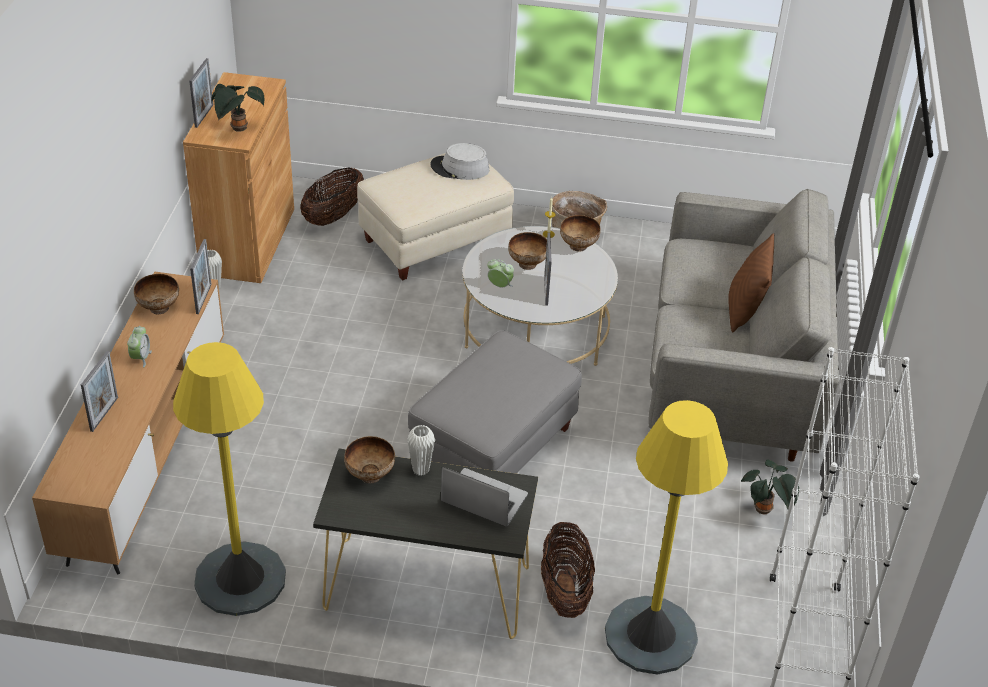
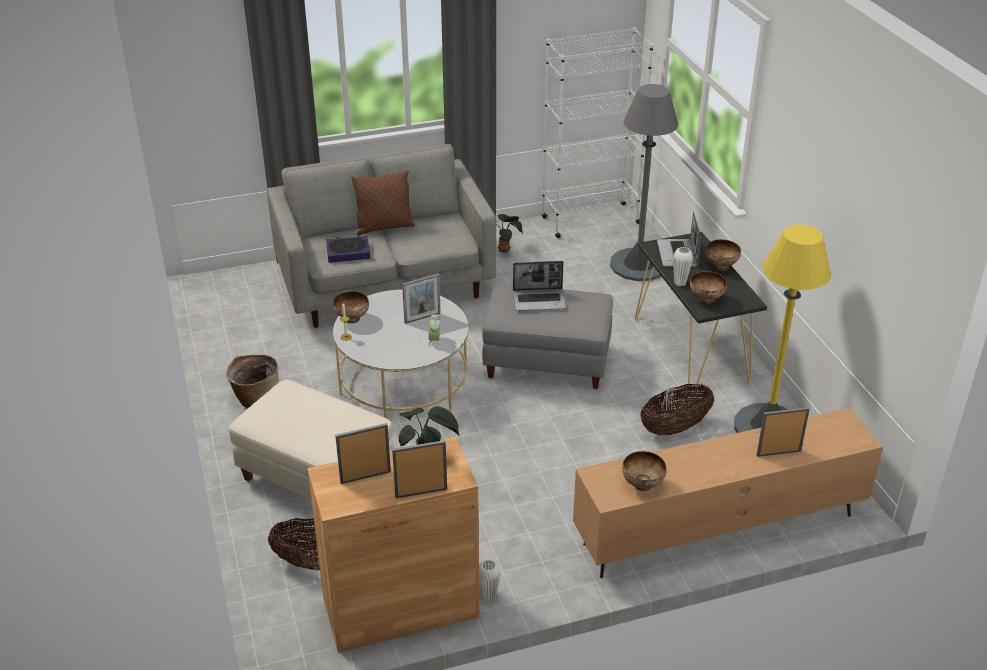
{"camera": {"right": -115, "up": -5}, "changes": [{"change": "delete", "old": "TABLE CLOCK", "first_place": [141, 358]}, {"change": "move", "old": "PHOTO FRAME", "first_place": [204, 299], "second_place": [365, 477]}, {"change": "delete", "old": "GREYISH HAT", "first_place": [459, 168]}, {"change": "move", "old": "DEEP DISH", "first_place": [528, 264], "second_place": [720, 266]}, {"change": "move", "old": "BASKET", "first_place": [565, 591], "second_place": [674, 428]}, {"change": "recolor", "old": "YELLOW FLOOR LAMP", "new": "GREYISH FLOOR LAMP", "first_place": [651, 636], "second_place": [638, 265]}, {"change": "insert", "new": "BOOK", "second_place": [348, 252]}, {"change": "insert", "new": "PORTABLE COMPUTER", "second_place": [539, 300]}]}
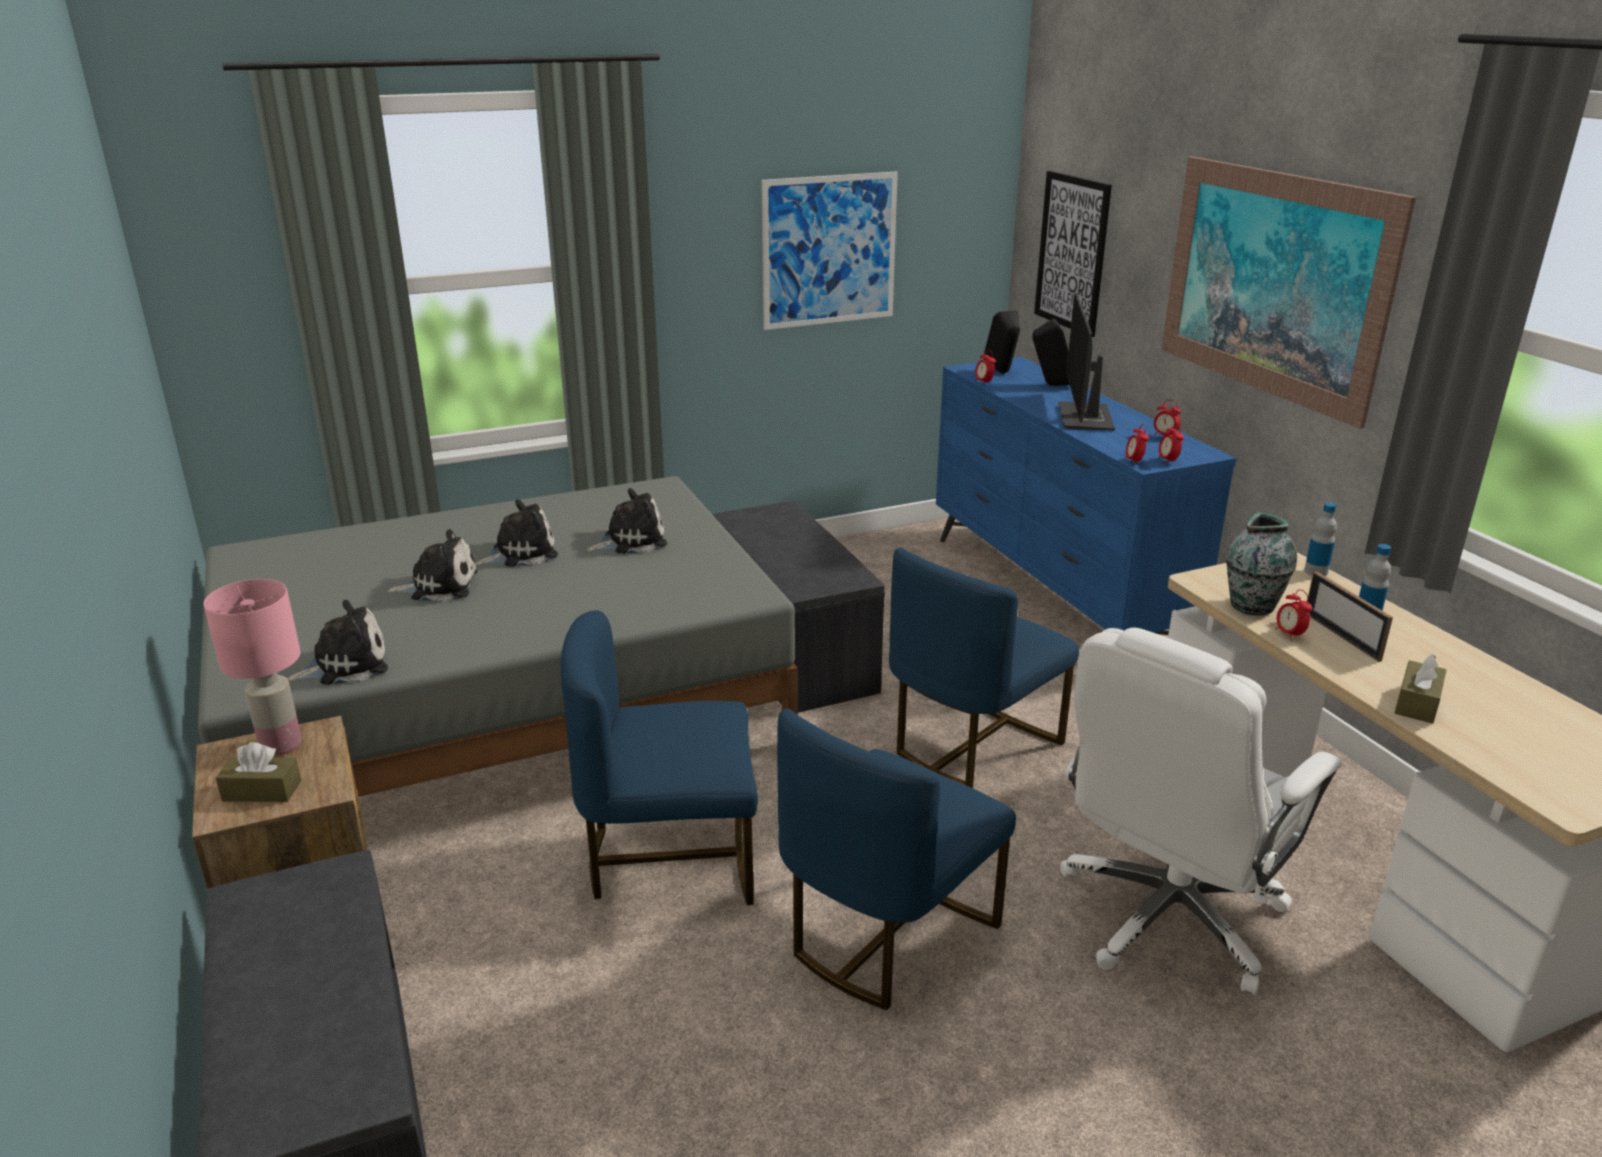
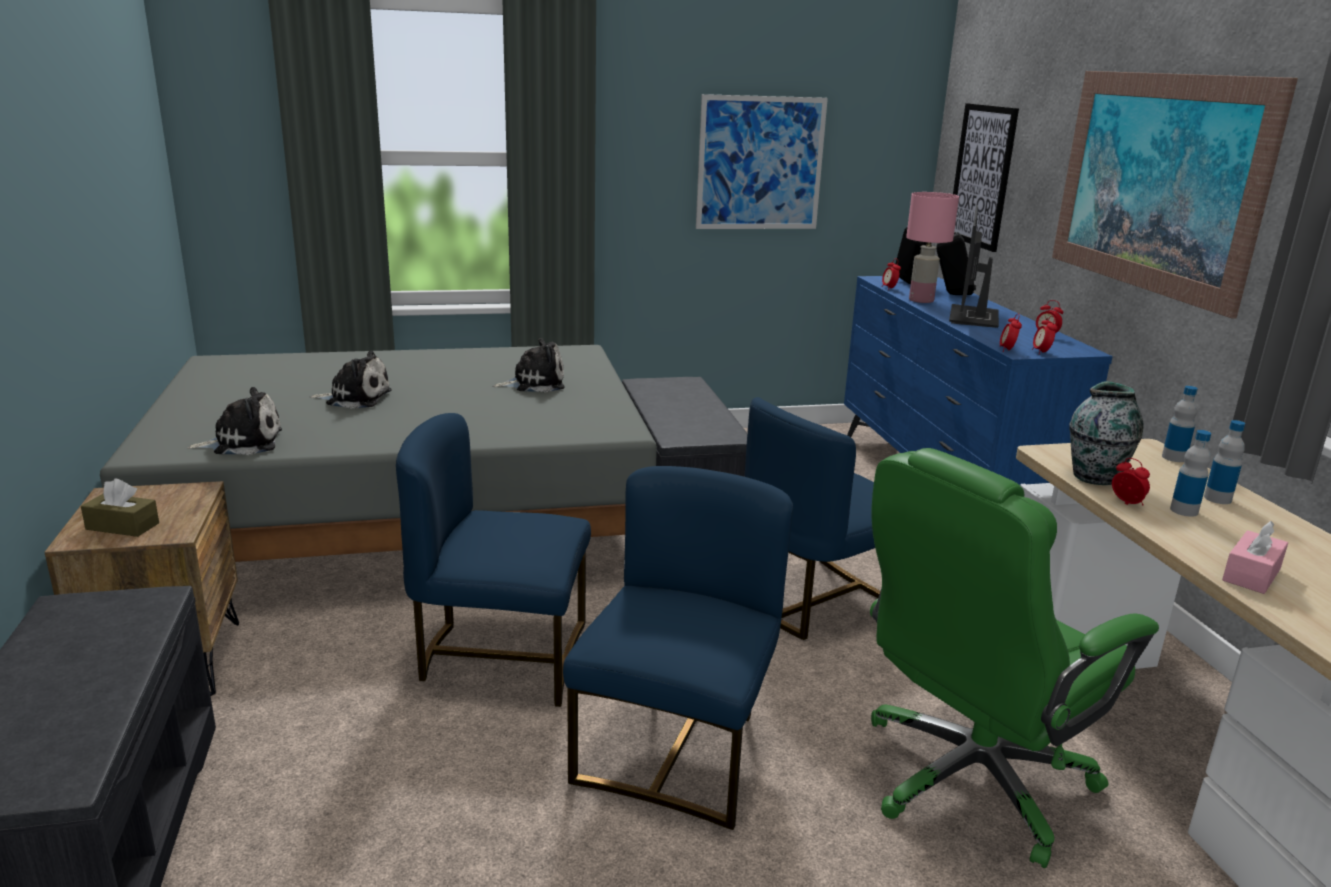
{"camera": {"right": 10, "up": -5}, "changes": [{"change": "move", "old": "PINK LAMP FOR A TABLE", "first_place": [280, 746], "second_place": [921, 300]}, {"change": "delete", "old": "SOFT TOY", "first_place": [520, 553]}, {"change": "rotate", "old": "BLUE-COLOURED CHAIR", "first_place": [886, 934], "second_place": [677, 751], "degrees": 150}, {"change": "recolor", "old": "WHITISH OFFICE CHAIR", "new": "GREEN-COLOURED OFFICE CHAIR", "first_place": [1168, 917], "second_place": [971, 779]}, {"change": "rotate", "old": "TABLE CLOCK", "first_place": [1289, 634], "second_place": [1127, 503], "degrees": 150}, {"change": "replace", "old": "PHOTO FRAME", "new": "BEVERAGE BOTTLE", "first_place": [1341, 636], "second_place": [1184, 510]}, {"change": "recolor", "old": "BROWN BOX OF TISSUES", "new": "PINK BOX OF TISSUES", "first_place": [1417, 703], "second_place": [1251, 574]}]}
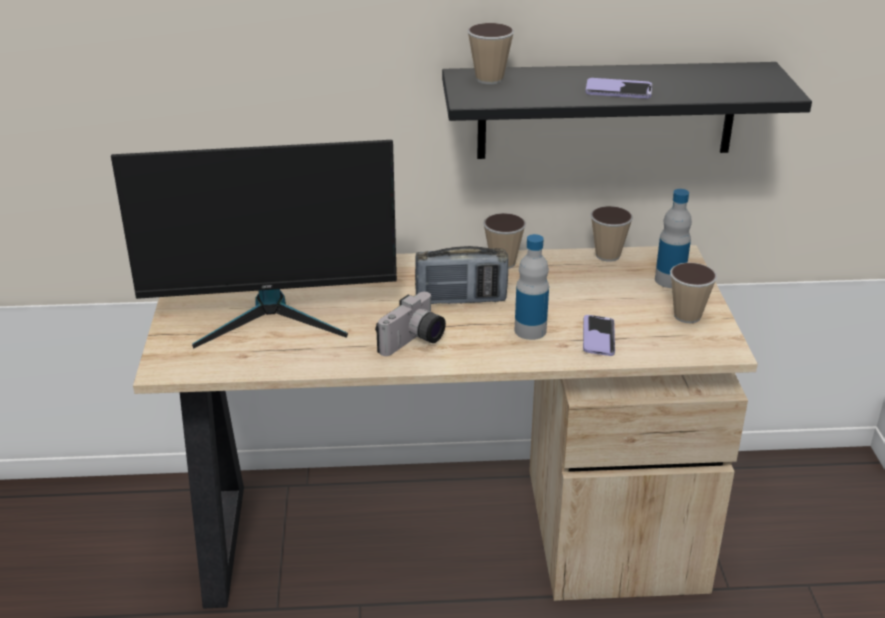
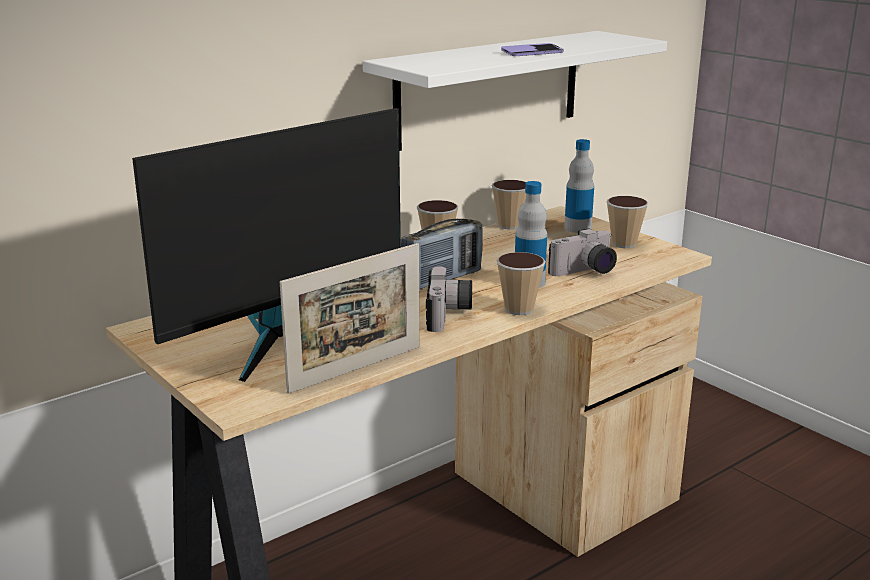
{"camera": {"right": -35, "up": -10}, "changes": [{"change": "recolor", "old": "BLACK BRACKET SHELF", "new": "WHITISH BRACKET SHELF", "first_place": [606, 110], "second_place": [489, 89]}, {"change": "move", "old": "DRINKING CUP", "first_place": [489, 79], "second_place": [519, 309]}, {"change": "replace", "old": "PHONE", "new": "STILL CAMERA", "first_place": [598, 337], "second_place": [585, 272]}, {"change": "insert", "new": "PHOTO FRAME", "second_place": [356, 369]}]}
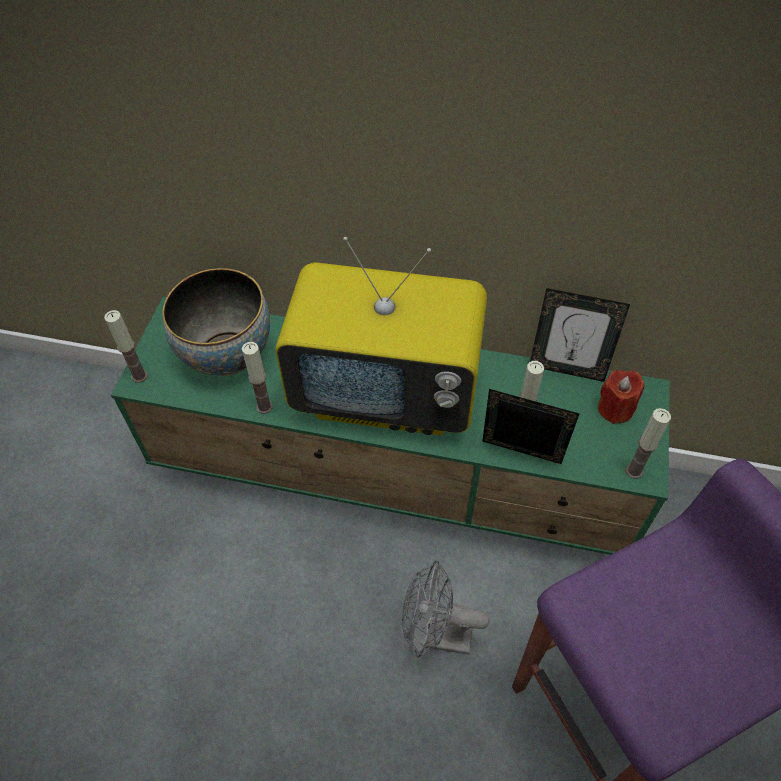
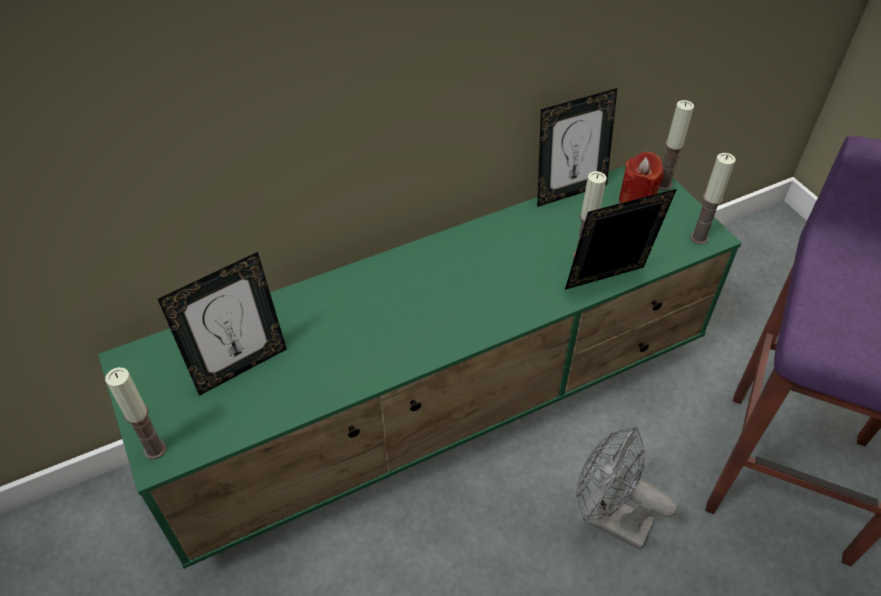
{"camera": {"right": -40, "up": -5}, "changes": [{"change": "replace", "old": "DEEP DISH", "new": "PHOTO FRAME", "first_place": [227, 355], "second_place": [240, 366]}, {"change": "move", "old": "CANDLE", "first_place": [264, 406], "second_place": [663, 184]}, {"change": "delete", "old": "TELEVISION", "first_place": [388, 394]}, {"change": "rotate", "old": "GREYISH COOLING FAN", "first_place": [435, 635], "second_place": [608, 518], "degrees": 60}]}
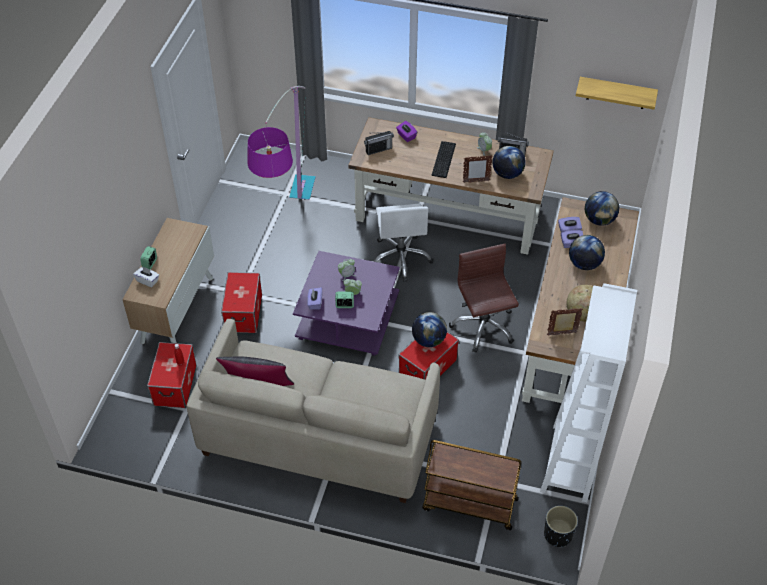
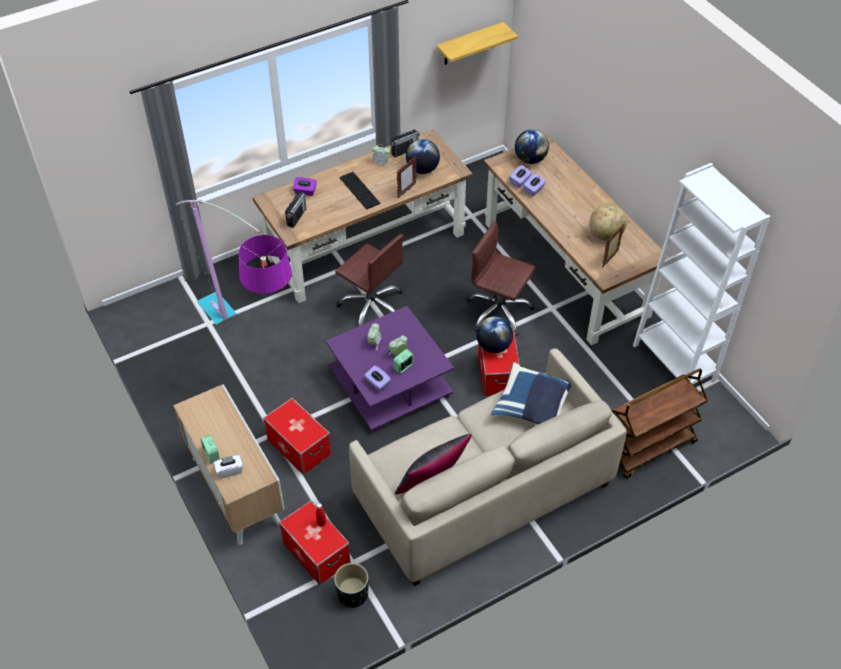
{"camera": {"right": -45, "up": 0}, "changes": [{"change": "recolor", "old": "WHITISH OFFICE CHAIR", "new": "BROWN OFFICE CHAIR", "first_place": [401, 257], "second_place": [372, 306]}, {"change": "move", "old": "BLACK FLOWER POT", "first_place": [558, 535], "second_place": [353, 594]}, {"change": "delete", "old": "WORLD GLOBE", "first_place": [584, 264]}, {"change": "insert", "new": "BLUE-COLOURED CUSHION", "second_place": [532, 406]}]}
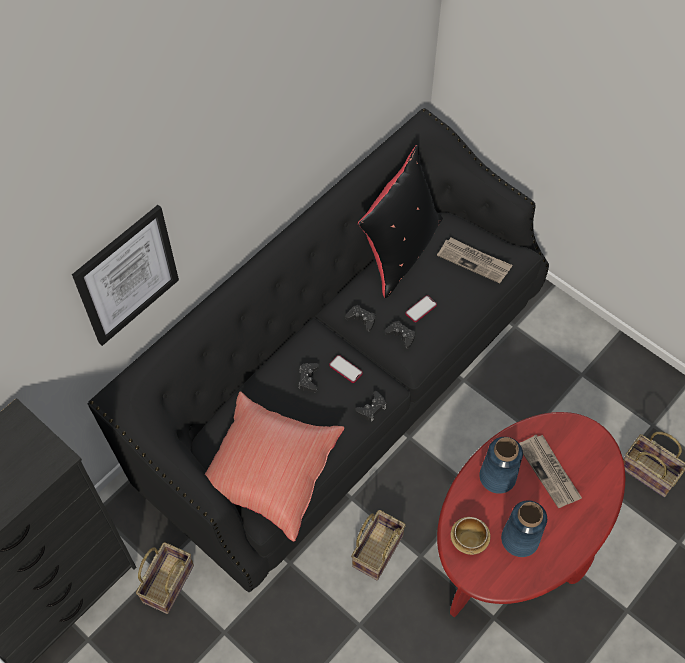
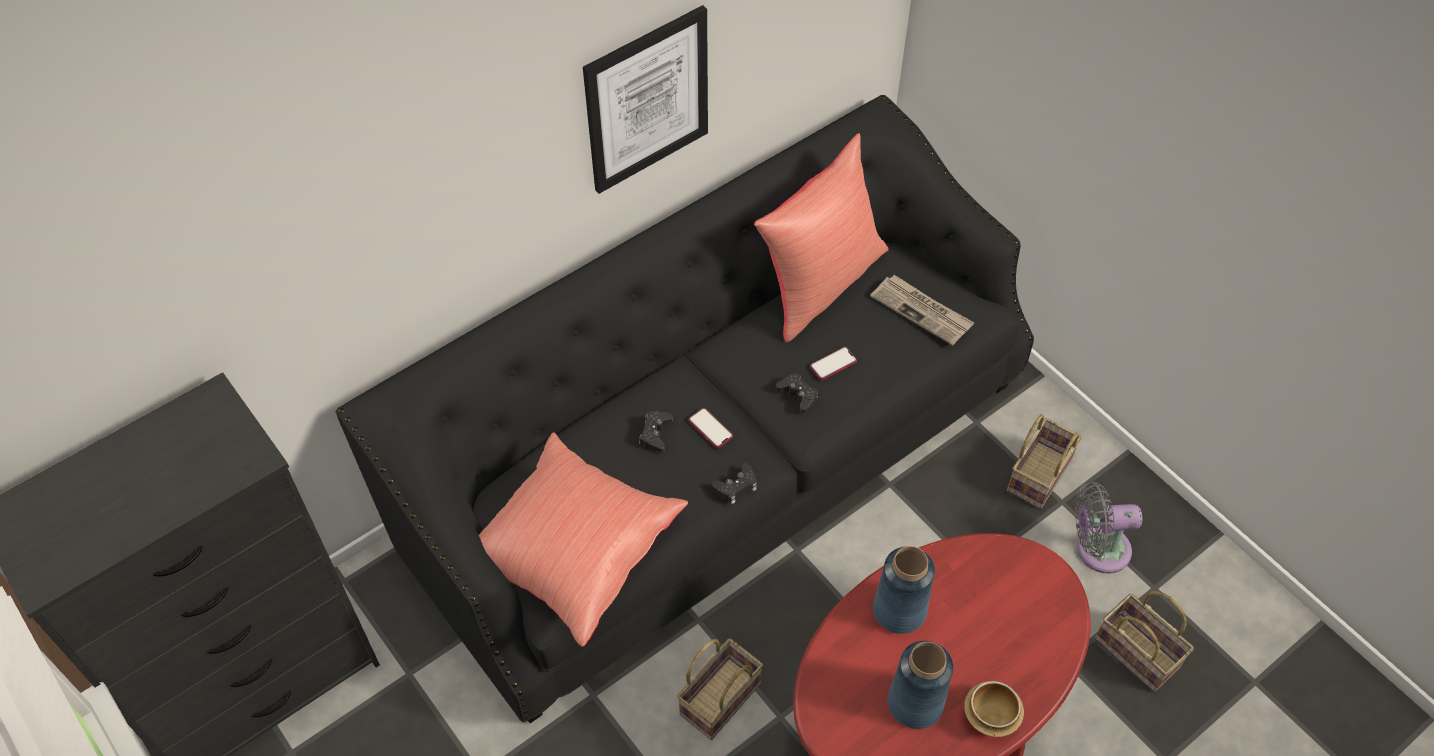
{"camera": {"right": 10, "up": -5}, "changes": [{"change": "move", "old": "PICTURE", "first_place": [127, 276], "second_place": [647, 100]}, {"change": "move", "old": "BASKET", "first_place": [168, 582], "second_place": [1038, 473]}, {"change": "delete", "old": "BLACK JOYPAD", "first_place": [361, 319]}, {"change": "recolor", "old": "BLACK CUSHION", "new": "REDDISH CUSHION", "first_place": [400, 250], "second_place": [820, 283]}, {"change": "move", "old": "DEEP DISH", "first_place": [468, 541], "second_place": [989, 718]}, {"change": "delete", "old": "PRINTED PAPER", "first_place": [549, 472]}, {"change": "insert", "new": "GREYISH COOLING FAN", "second_place": [1097, 549]}]}
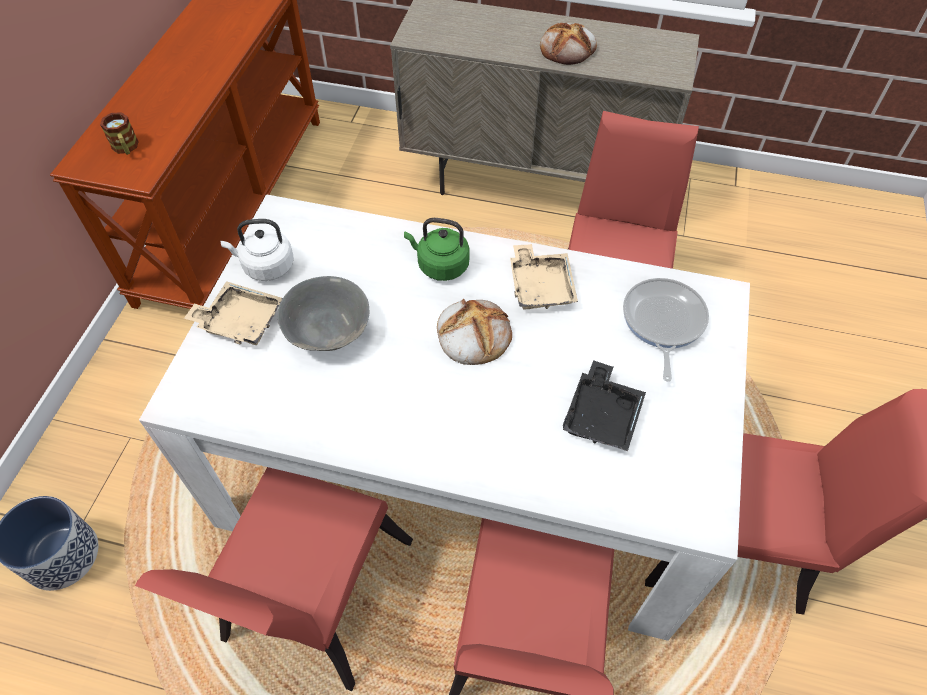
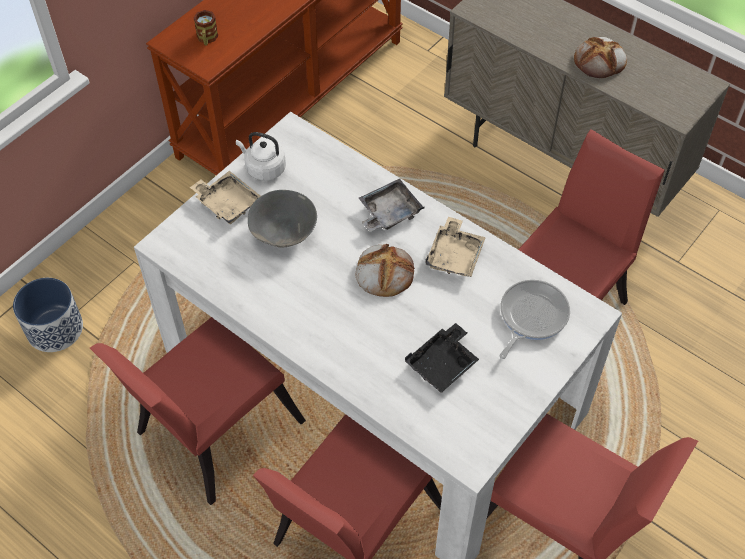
{"camera": {"right": 25, "up": 0}, "changes": [{"change": "replace", "old": "GREEN-COLOURED TEA KETTLE", "new": "GREYISH TRAY", "first_place": [440, 265], "second_place": [389, 212]}]}
